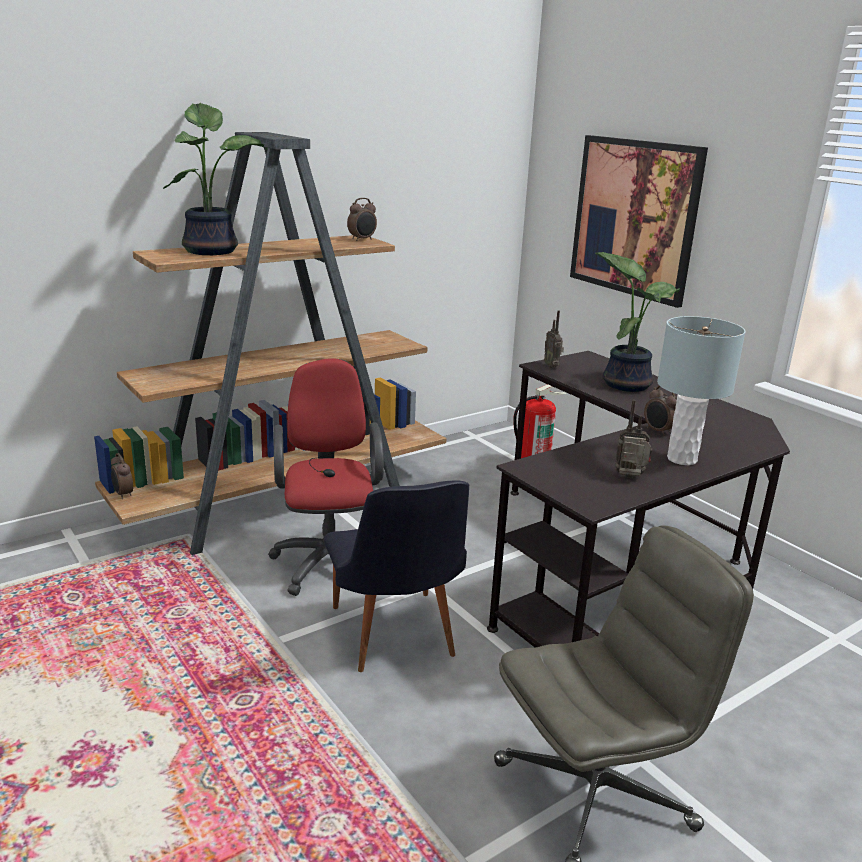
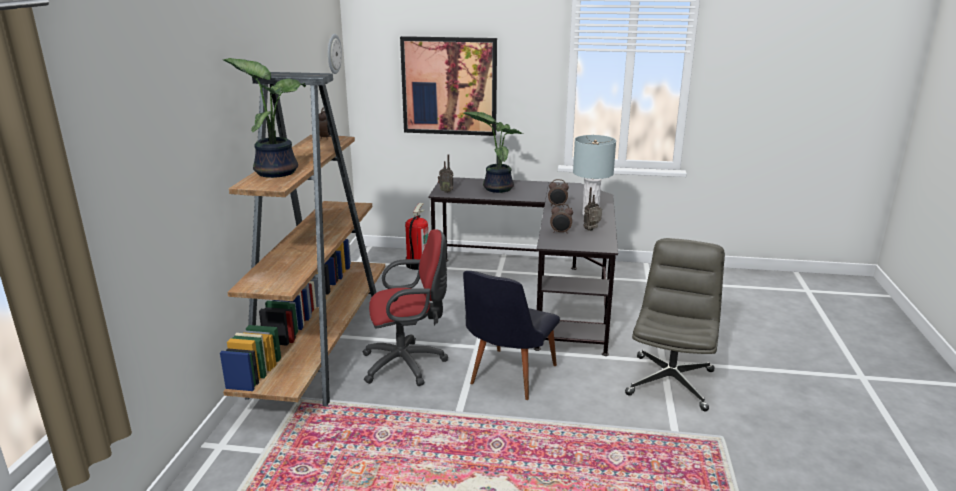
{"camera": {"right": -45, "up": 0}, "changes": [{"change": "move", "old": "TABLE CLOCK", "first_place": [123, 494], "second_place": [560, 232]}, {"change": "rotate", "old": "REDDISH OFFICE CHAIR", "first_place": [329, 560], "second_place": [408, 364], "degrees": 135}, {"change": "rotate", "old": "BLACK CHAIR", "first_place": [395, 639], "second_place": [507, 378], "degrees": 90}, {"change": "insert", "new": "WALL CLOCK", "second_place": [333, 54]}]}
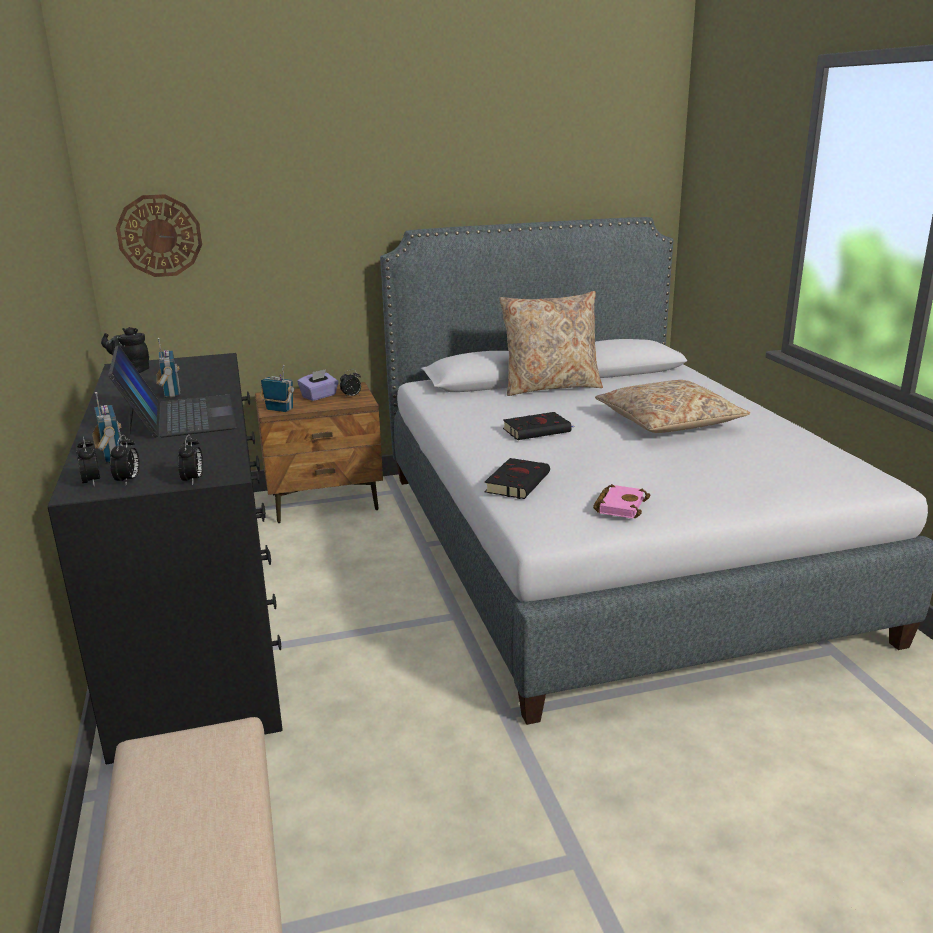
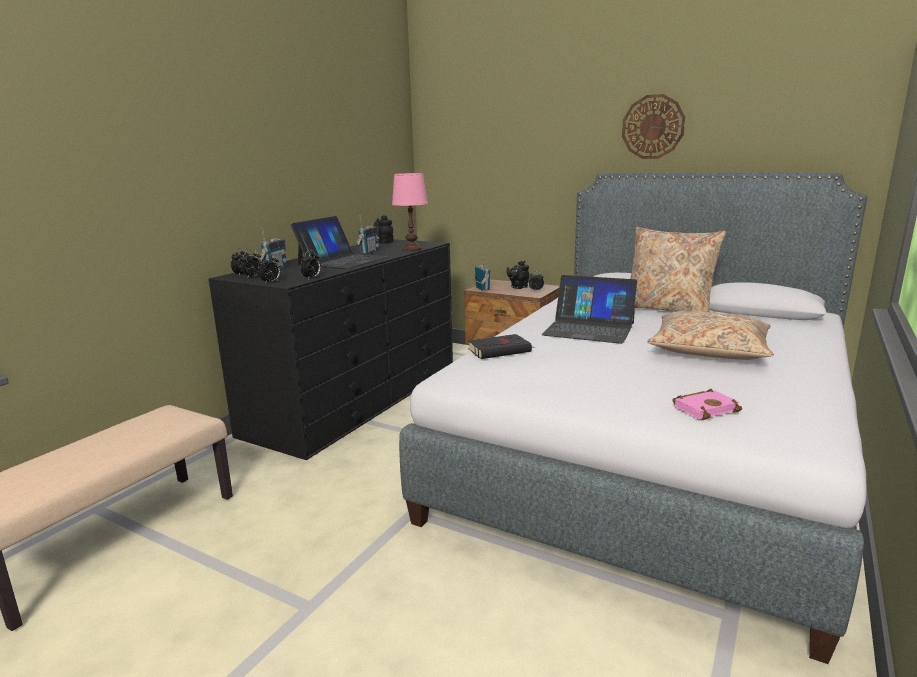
{"camera": {"right": 45, "up": -5}, "changes": [{"change": "move", "old": "WALL CLOCK", "first_place": [159, 236], "second_place": [652, 127]}, {"change": "replace", "old": "PURPLE BOX OF TISSUES", "new": "BLACK TEAPOT", "first_place": [319, 396], "second_place": [518, 287]}, {"change": "replace", "old": "BLACK BOOK", "new": "PORTABLE COMPUTER", "first_place": [538, 430], "second_place": [589, 329]}, {"change": "move", "old": "PINK BOOK", "first_place": [619, 505], "second_place": [705, 408]}, {"change": "insert", "new": "TABLE CLOCK", "second_place": [312, 278]}, {"change": "insert", "new": "PINK LAMP FOR A TABLE", "second_place": [412, 249]}]}
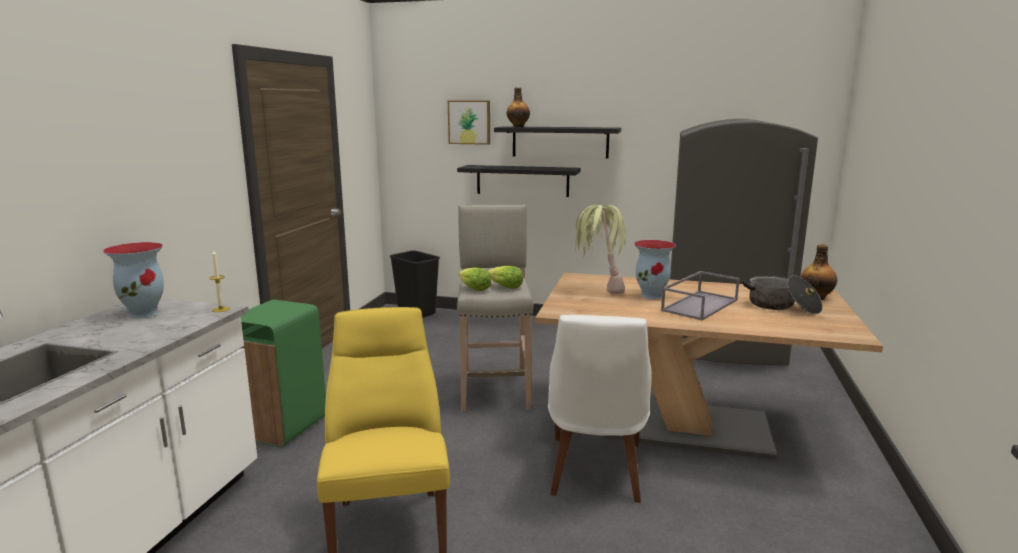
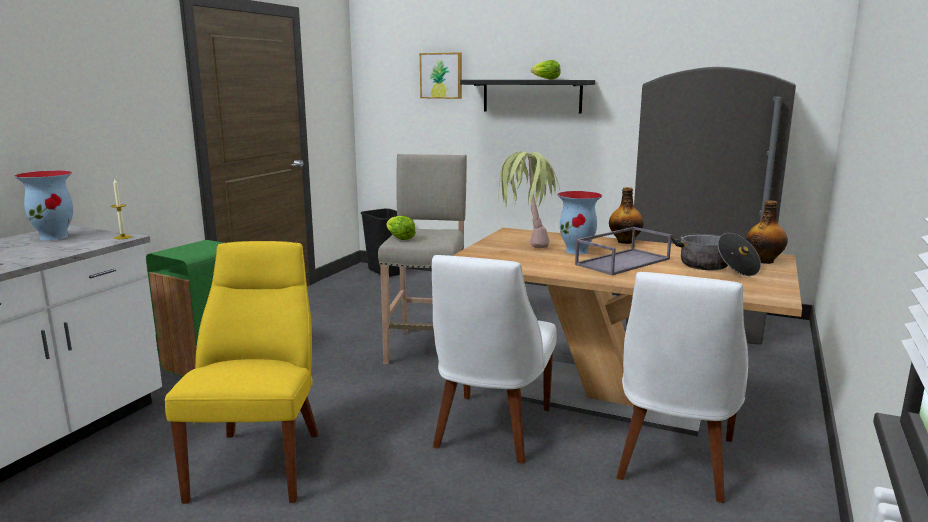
{"camera": {"right": 10, "up": 0}, "changes": [{"change": "delete", "old": "BLACK BRACKET SHELF", "first_place": [522, 180]}, {"change": "move", "old": "LETTUCE", "first_place": [504, 287], "second_place": [545, 79]}, {"change": "move", "old": "BEVERAGE BOTTLE", "first_place": [518, 126], "second_place": [625, 241]}, {"change": "insert", "new": "WHITISH CHAIR", "second_place": [674, 461]}]}
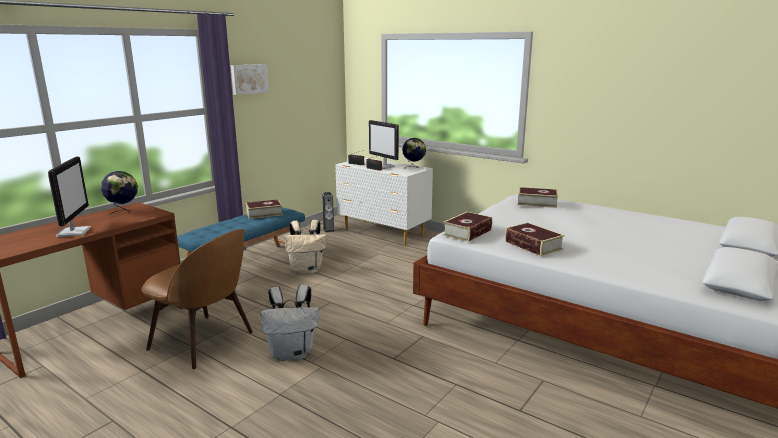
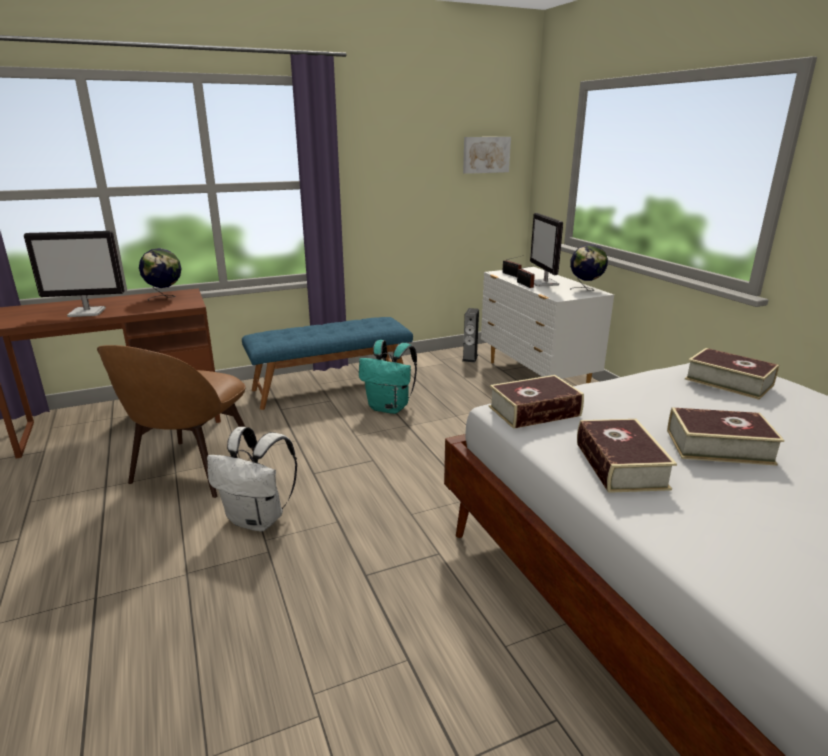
{"camera": {"right": 30, "up": 5}, "changes": [{"change": "rotate", "old": "COMPUTER SCREEN", "first_place": [74, 232], "second_place": [88, 312], "degrees": 60}, {"change": "rotate", "old": "BROWN CHAIR", "first_place": [204, 342], "second_place": [192, 470], "degrees": 45}, {"change": "move", "old": "PICTURE", "first_place": [249, 79], "second_place": [485, 154]}, {"change": "move", "old": "BOOK", "first_place": [264, 213], "second_place": [718, 446]}, {"change": "recolor", "old": "SAND-COLOURED KNAPSACK", "new": "TURQUOISE KNAPSACK", "first_place": [307, 270], "second_place": [390, 408]}]}
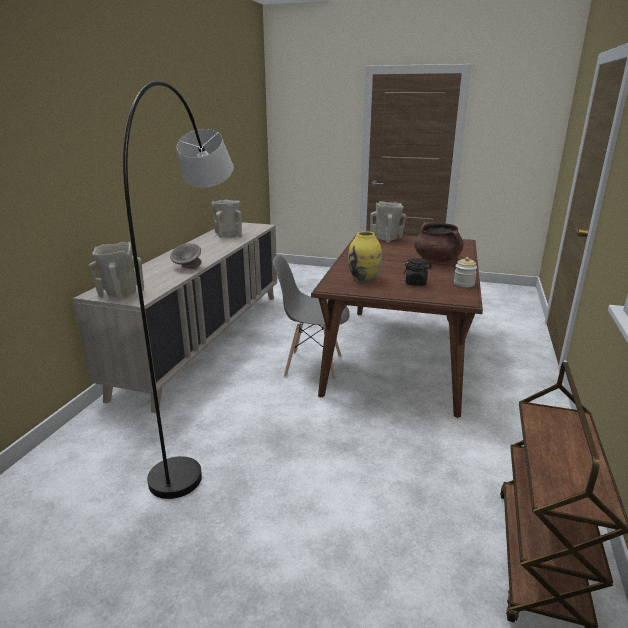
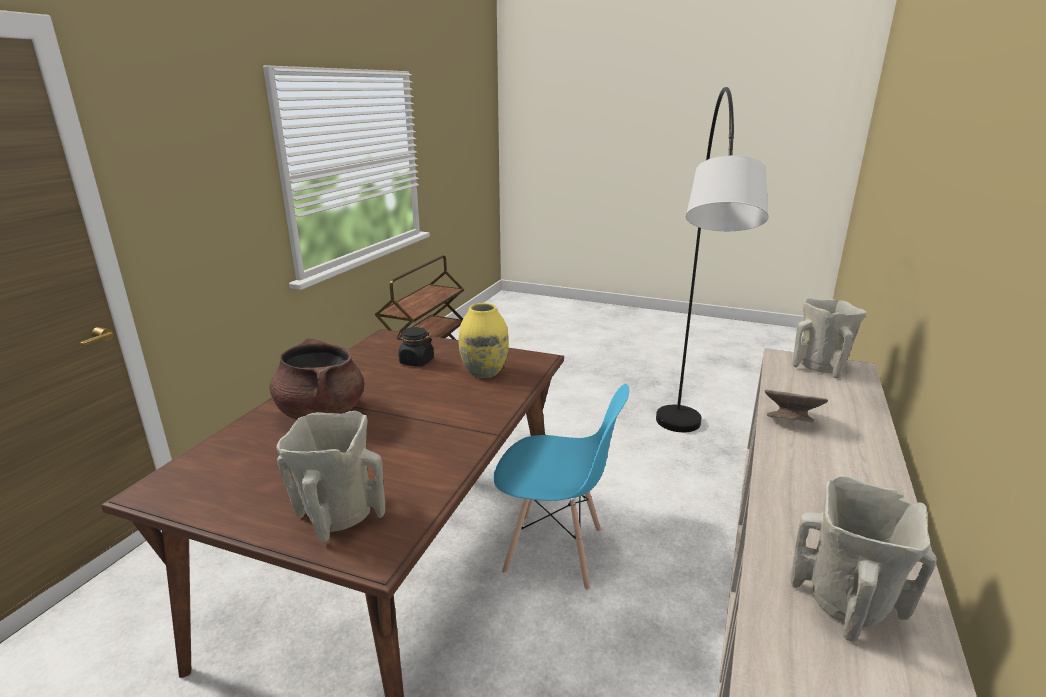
{"camera": {"right": -175, "up": 0}, "changes": [{"change": "recolor", "old": "GREYISH CHAIR", "new": "BLUE-COLOURED CHAIR", "first_place": [312, 365], "second_place": [554, 552]}, {"change": "delete", "old": "STORAGE JAR", "first_place": [464, 284]}]}
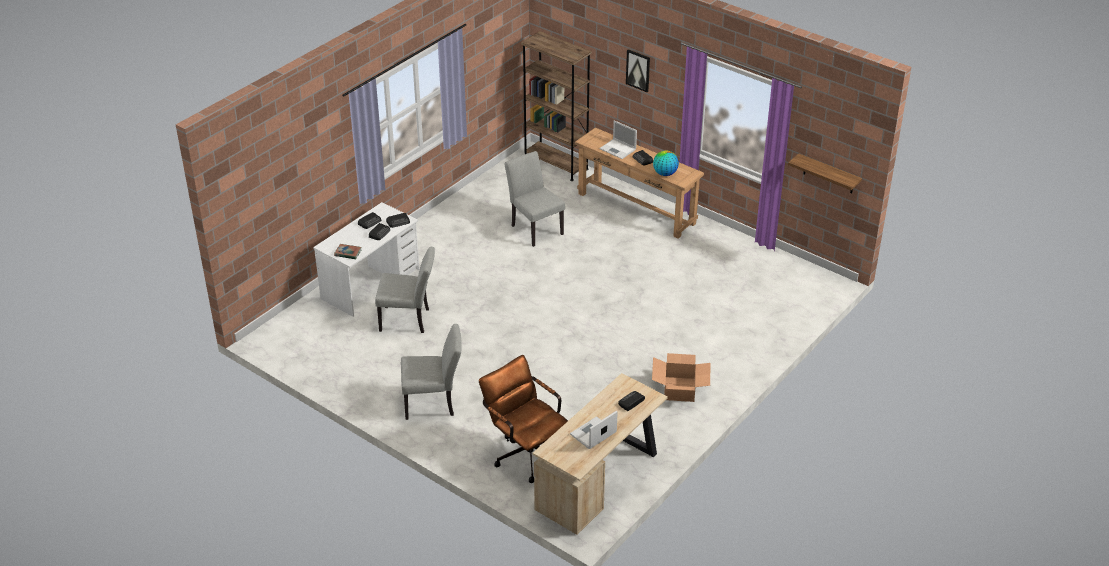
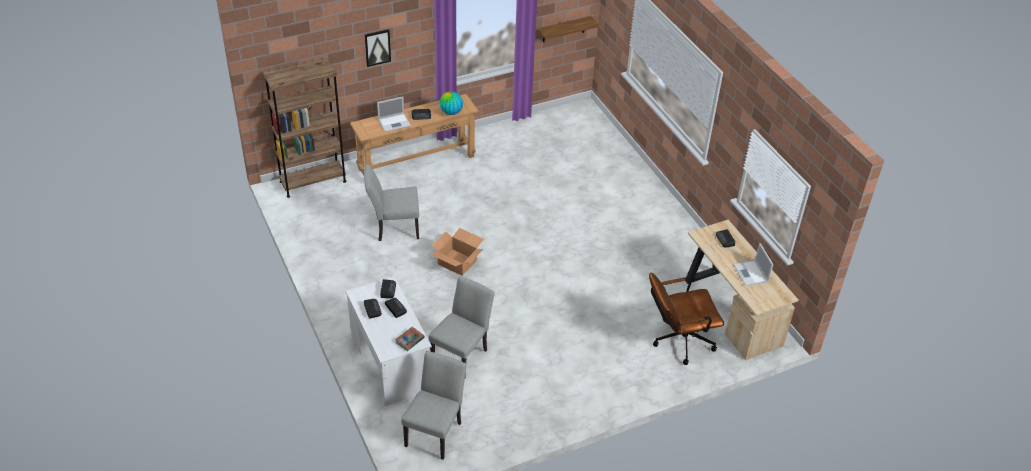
{"camera": {"right": -65, "up": 5}, "changes": [{"change": "move", "old": "GREYISH CHAIR", "first_place": [434, 403], "second_place": [435, 431]}, {"change": "move", "old": "PACKING BOX", "first_place": [680, 389], "second_place": [457, 262]}]}
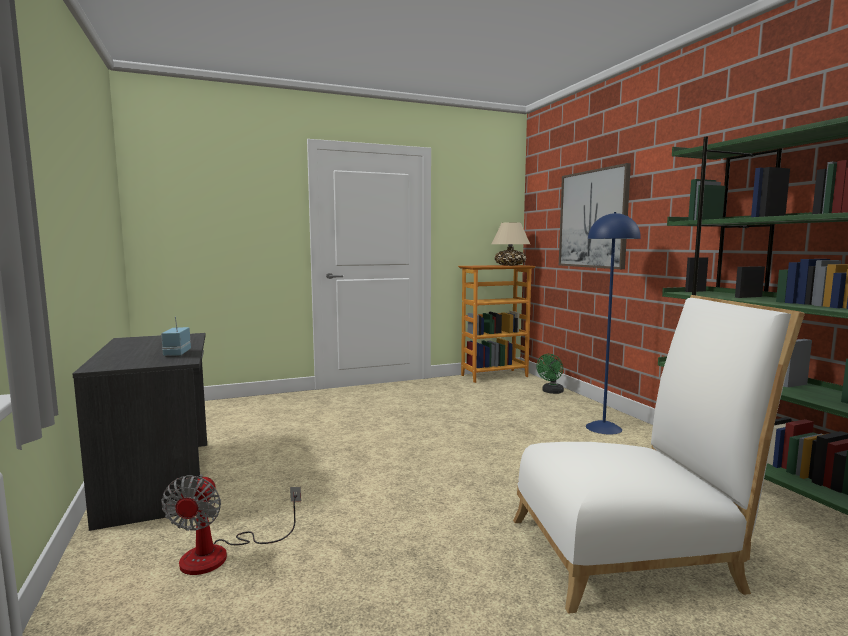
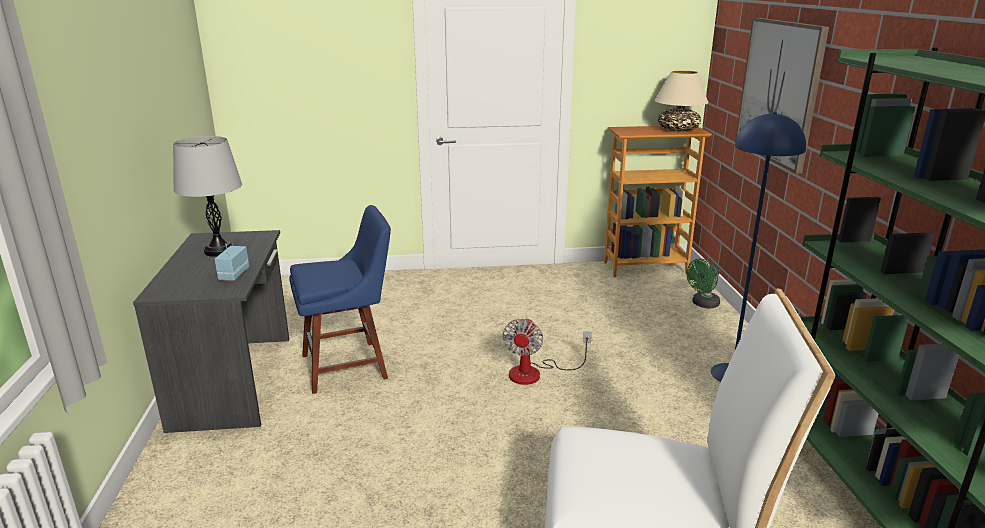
{"camera": {"right": 15, "up": 15}, "changes": [{"change": "move", "old": "COOLING FAN", "first_place": [221, 554], "second_place": [535, 373]}, {"change": "insert", "new": "GREYISH LAMP FOR A TABLE", "second_place": [219, 251]}, {"change": "insert", "new": "BLUE-COLOURED CHAIR", "second_place": [349, 365]}]}
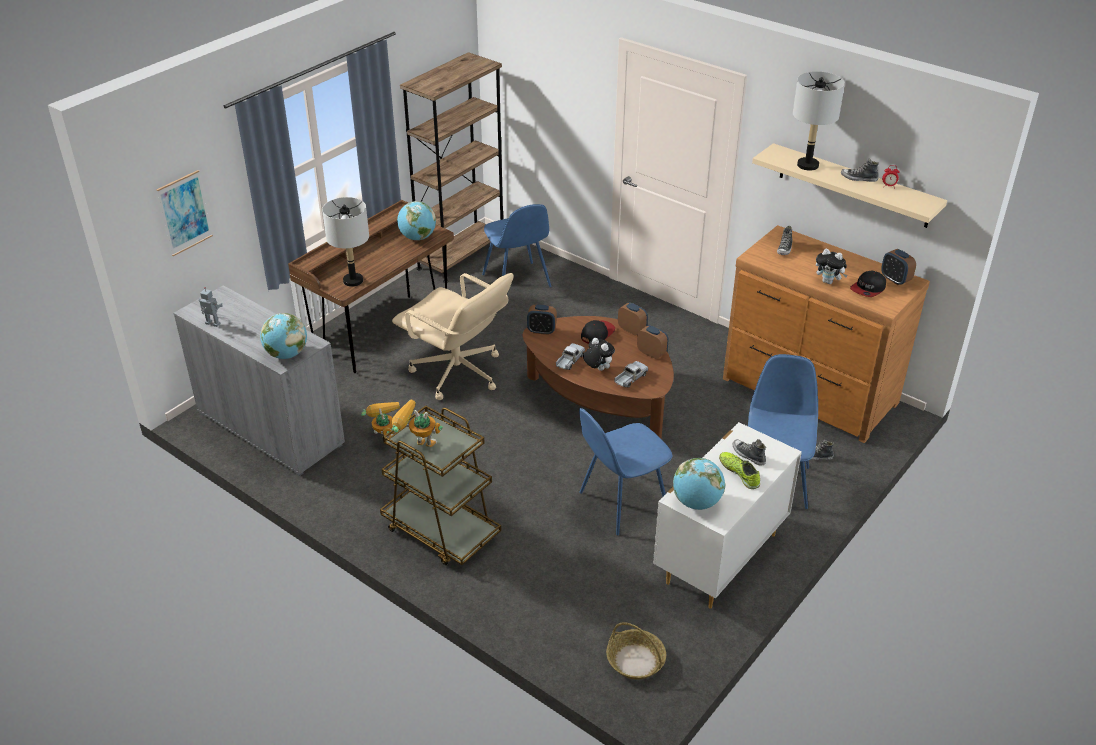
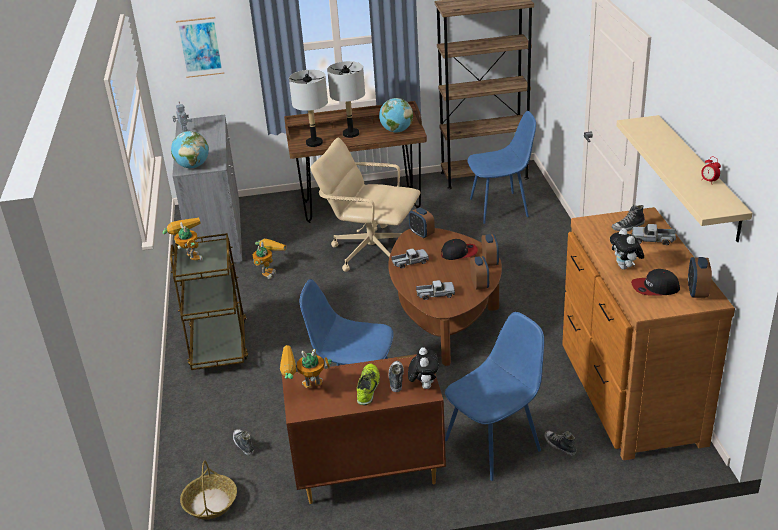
{"camera": {"right": 45, "up": -5}, "changes": [{"change": "rotate", "old": "SAND-COLOURED OFFICE CHAIR", "first_place": [457, 373], "second_place": [371, 251], "degrees": 120}, {"change": "rotate", "old": "BLUE-COLOURED CHAIR", "first_place": [517, 282], "second_place": [500, 207], "degrees": -120}, {"change": "move", "old": "SOFT TOY", "first_place": [597, 369], "second_place": [424, 385]}, {"change": "recolor", "old": "WHITISH DRESSER", "new": "BROWN DRESSER", "first_place": [719, 558], "second_place": [367, 474]}, {"change": "replace", "old": "WORLD GLOBE", "new": "ROBOT FIGURE", "first_place": [697, 502], "second_place": [305, 390]}, {"change": "move", "old": "GREYISH LAMP FOR A TABLE", "first_place": [807, 165], "second_place": [351, 134]}, {"change": "move", "old": "LOW SHOE", "first_place": [858, 178], "second_place": [243, 445]}, {"change": "insert", "new": "MODEL TRUCK", "second_place": [653, 240]}]}
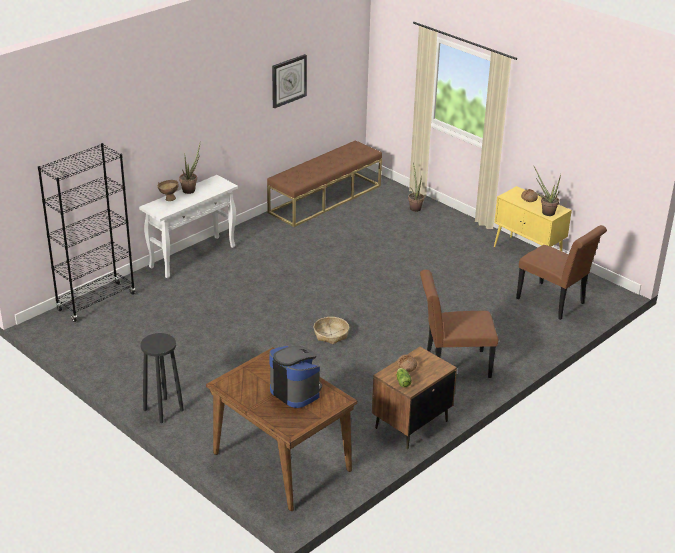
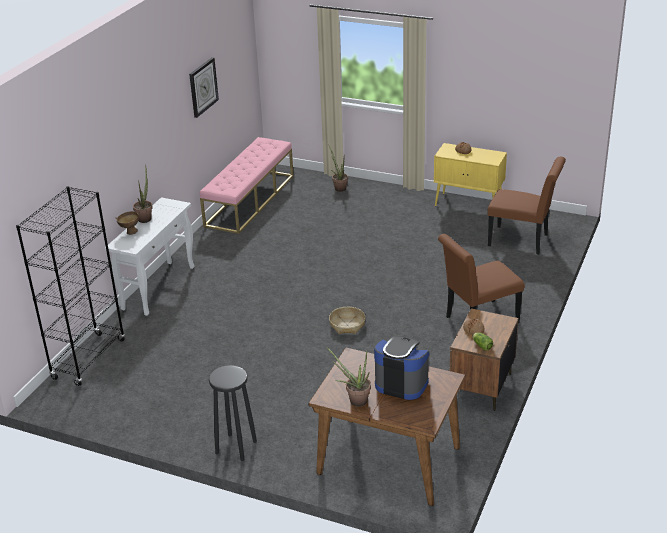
{"camera": {"right": -20, "up": 0}, "changes": [{"change": "recolor", "old": "BROWN LONG SEAT", "new": "PINK LONG SEAT", "first_place": [325, 199], "second_place": [250, 200]}, {"change": "move", "old": "PLANT IN A POT", "first_place": [545, 212], "second_place": [354, 400]}]}
